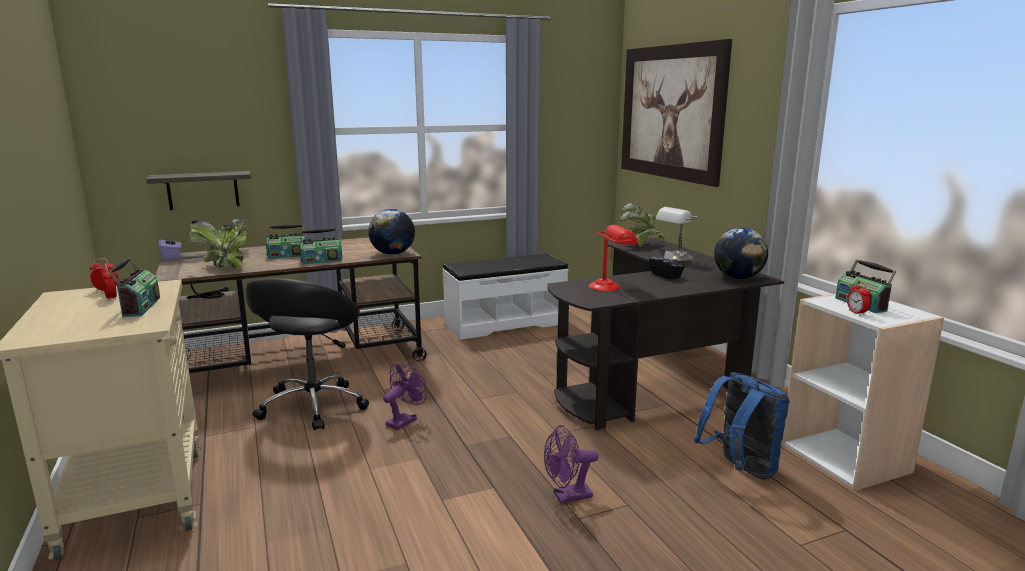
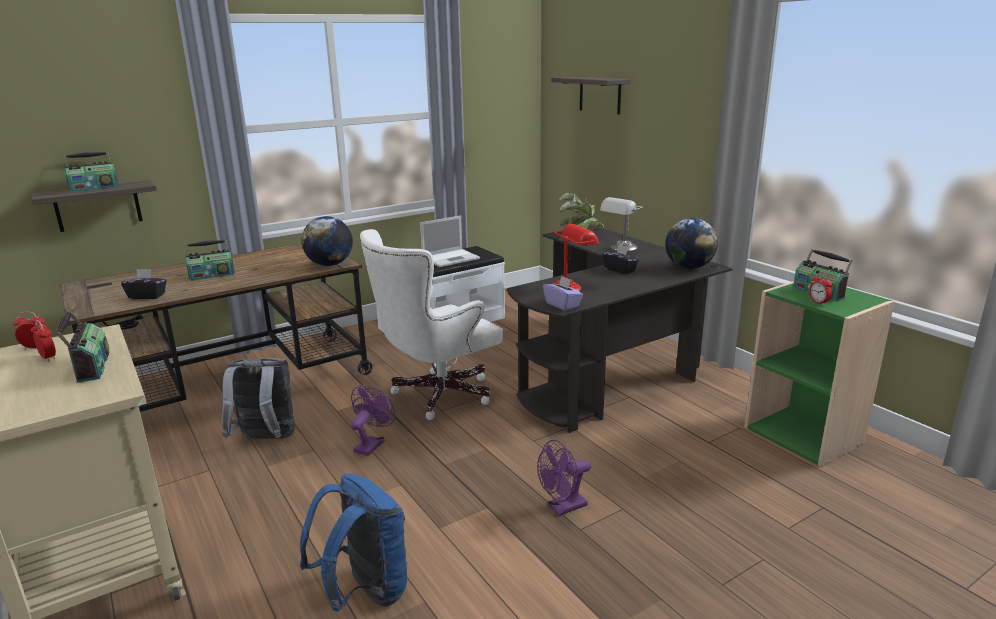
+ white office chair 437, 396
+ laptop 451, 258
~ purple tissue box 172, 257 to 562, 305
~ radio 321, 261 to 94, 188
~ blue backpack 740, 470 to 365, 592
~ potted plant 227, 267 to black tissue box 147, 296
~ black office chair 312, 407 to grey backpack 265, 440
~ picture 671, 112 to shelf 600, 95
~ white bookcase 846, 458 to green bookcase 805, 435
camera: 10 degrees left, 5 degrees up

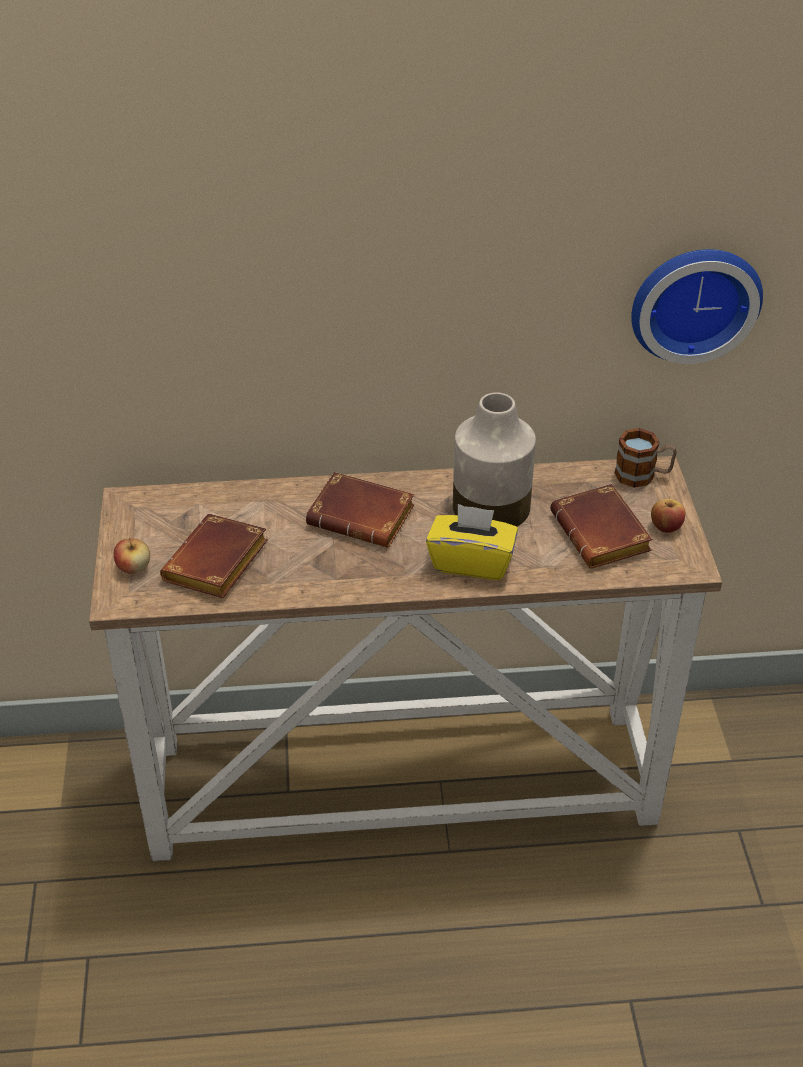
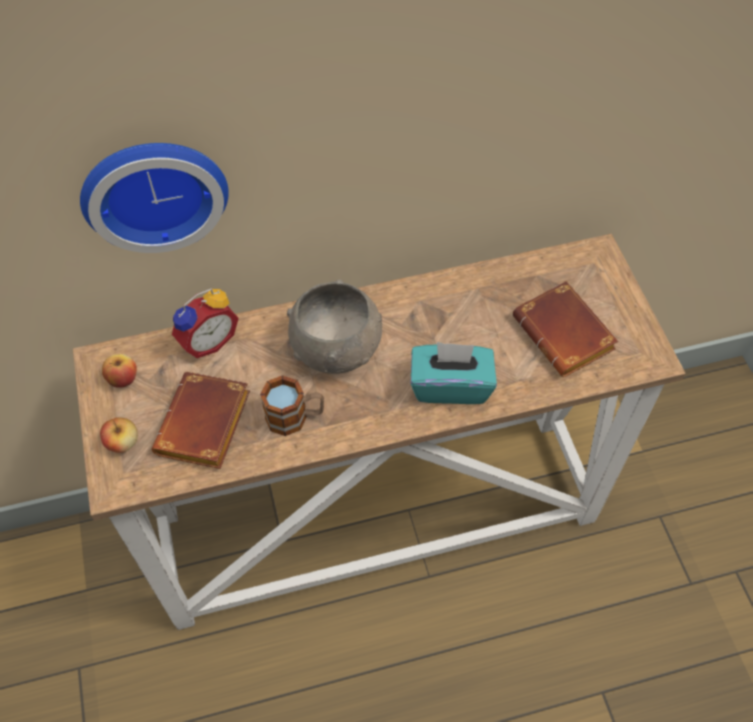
- beige vase 491, 506
+ alarm clock 207, 340
~ mug 643, 475 to 295, 417
~ wall clock 693, 300 to 154, 189
~ apple 665, 527 to 123, 379
~ brown book 364, 517 to grey bowl 337, 347
~ yellow tissue box 471, 562 to turquoise tissue box 450, 386
camera: 10 degrees left, 15 degrees up

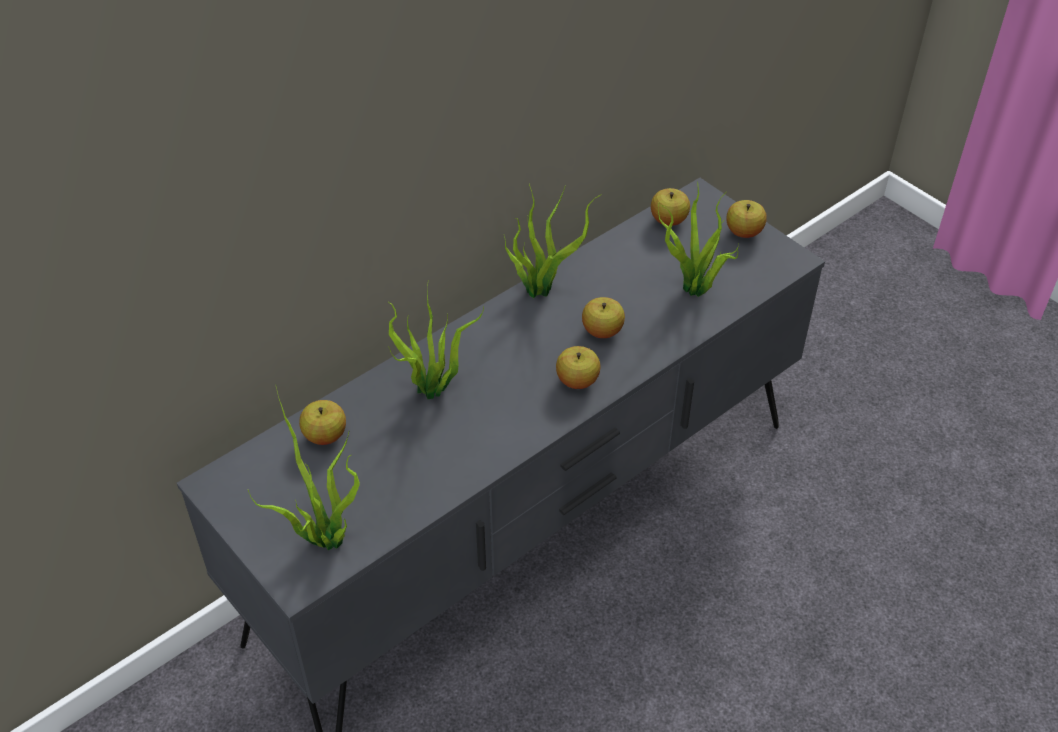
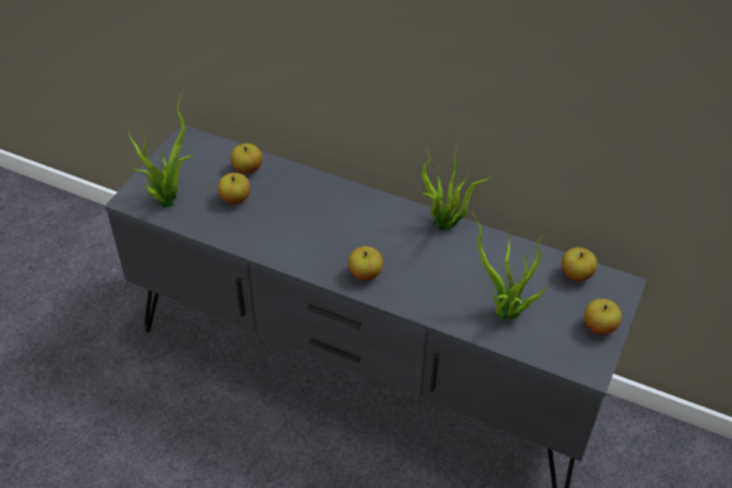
- potted plant 434, 391
~ apple 602, 331 to 235, 198
camera: 65 degrees right, 0 degrees up

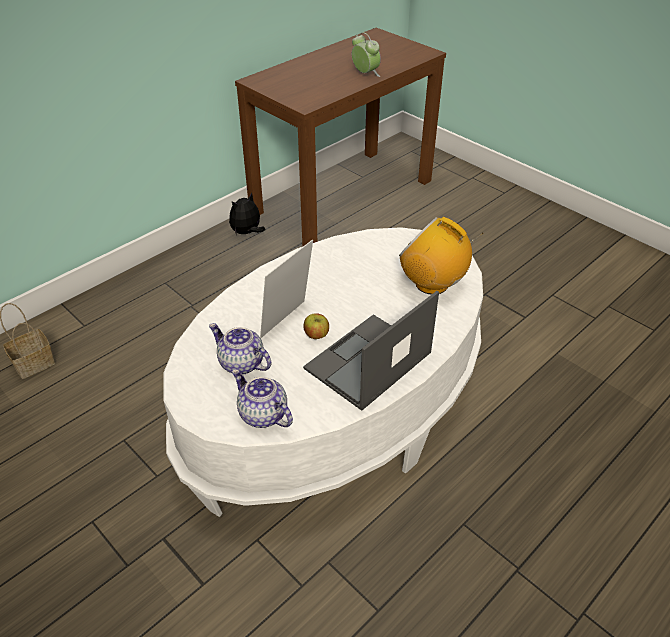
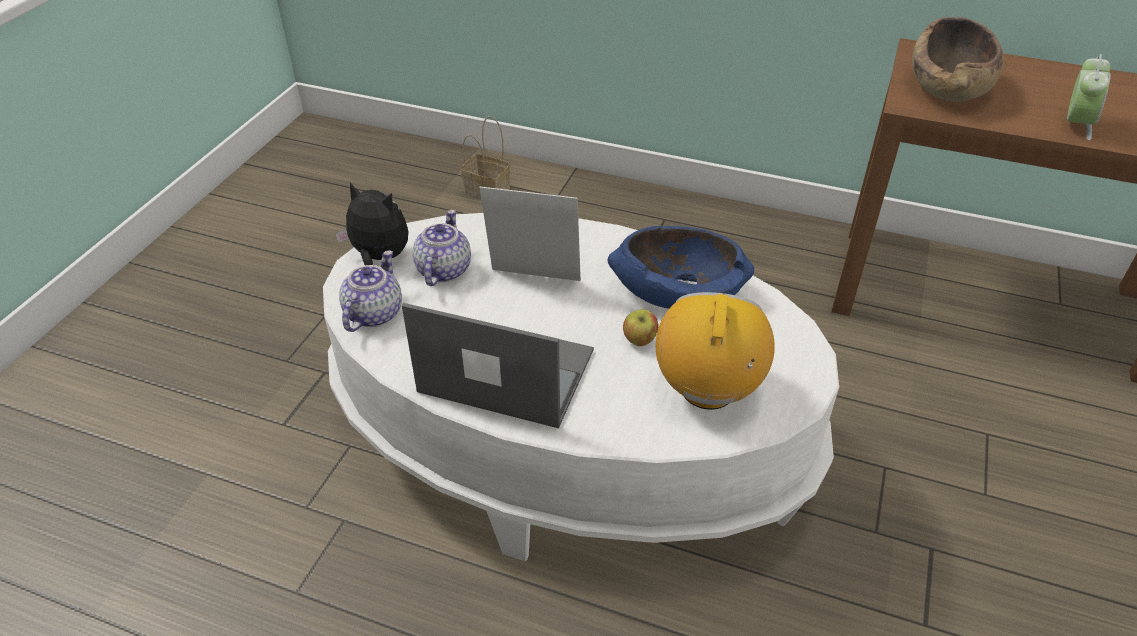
+ blue bowl 678, 291
+ brown bowl 949, 87
~ plush toy 247, 233 to 379, 257
~ apple 316, 335 to 640, 340
camera: 65 degrees right, 0 degrees up

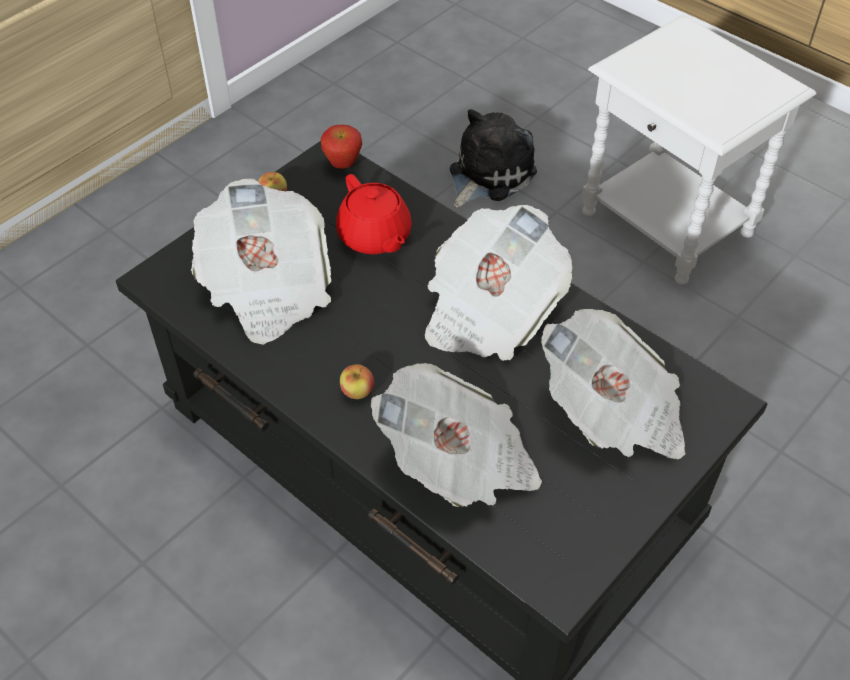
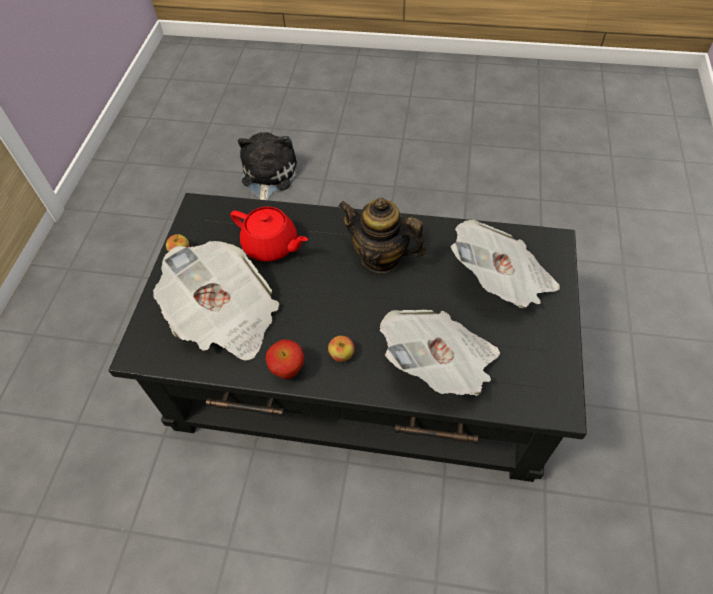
- white side table 669, 220
~ apple 343, 165 to 288, 371
~ newspaper 489, 311 to teapot 381, 257
camera: 30 degrees left, 5 degrees up

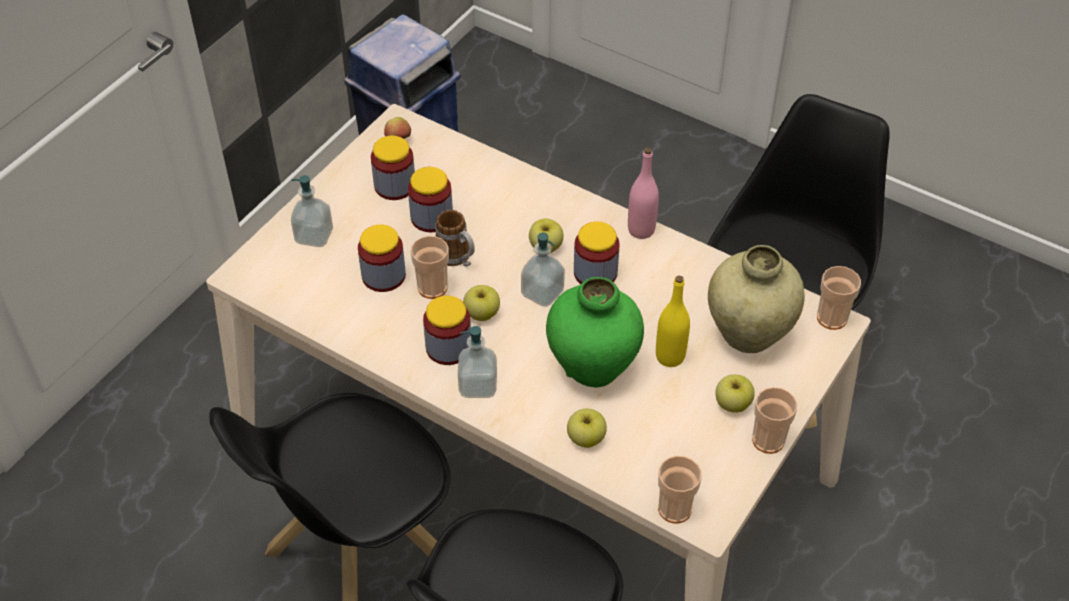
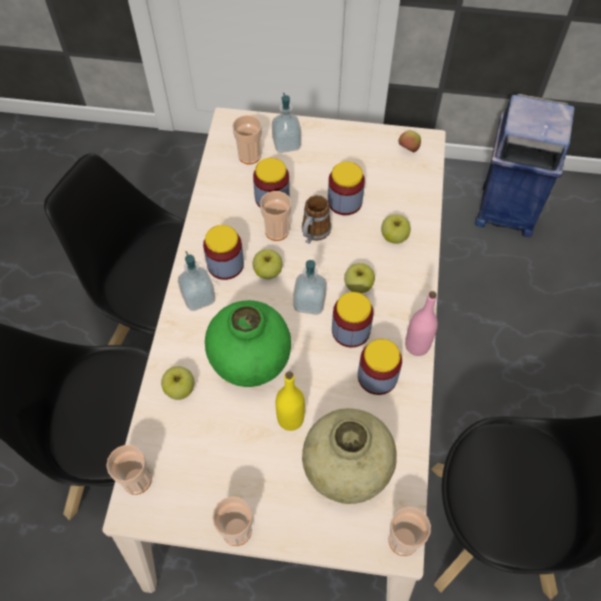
+ cup 249, 156
~ jar 395, 186 to 377, 376
~ apple 732, 404 to 394, 237
camera: 65 degrees right, 10 degrees up

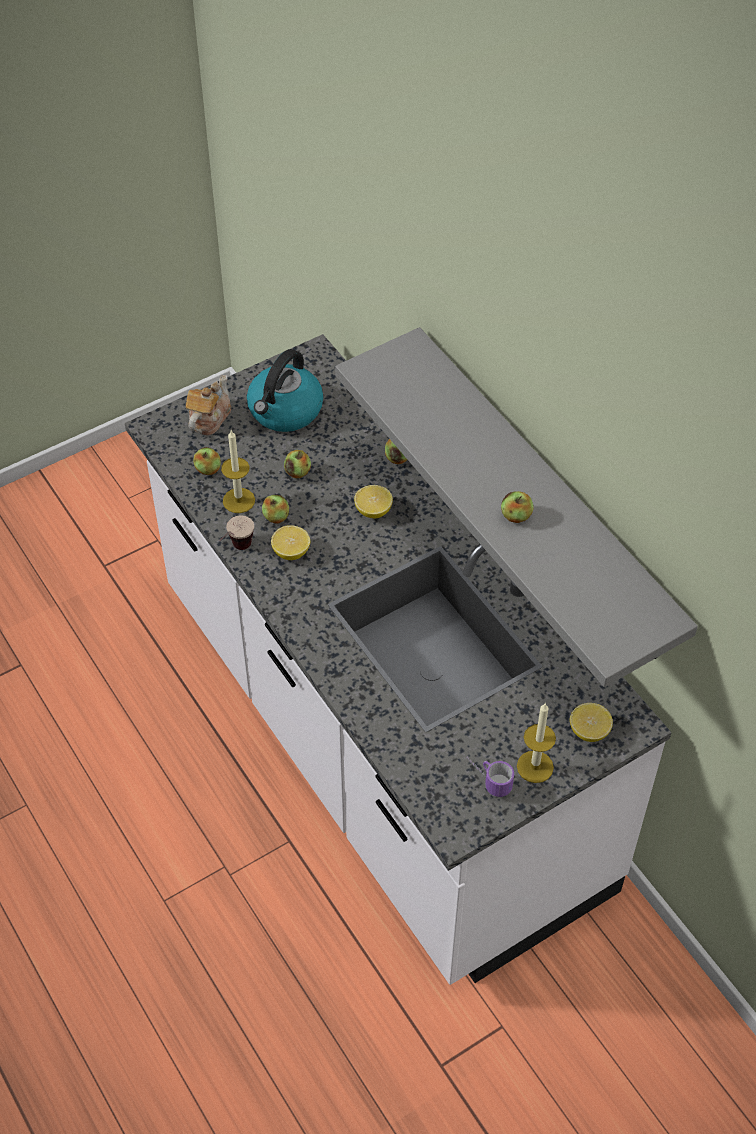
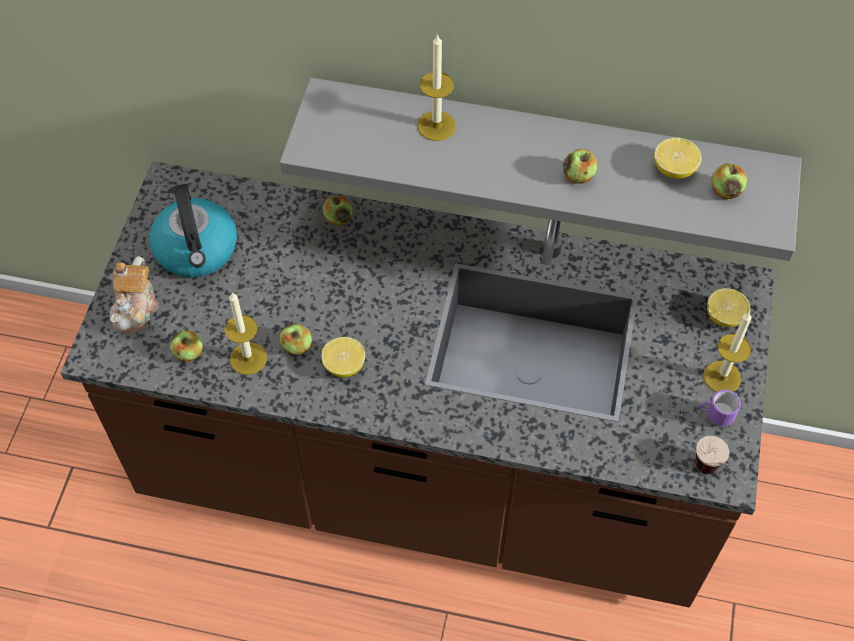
+ candle 436, 126
~ cup 236, 551 to 712, 476
~ apple 298, 472 to 725, 191
~ lemon 373, 510 to 674, 169
~ white counter 377, 740 to brown counter 427, 475
~ teapot 209, 418 = 136, 308 150 degrees counterclockwise
camera: 45 degrees left, 5 degrees up

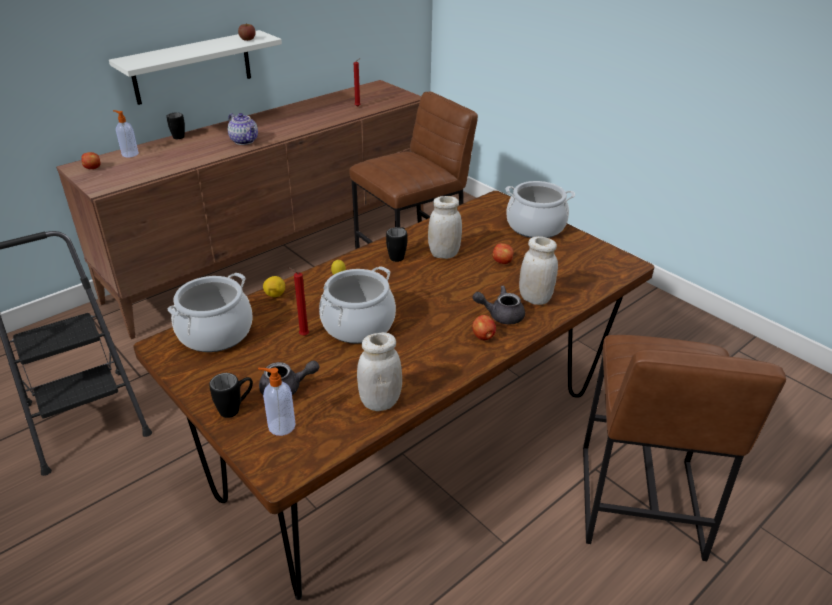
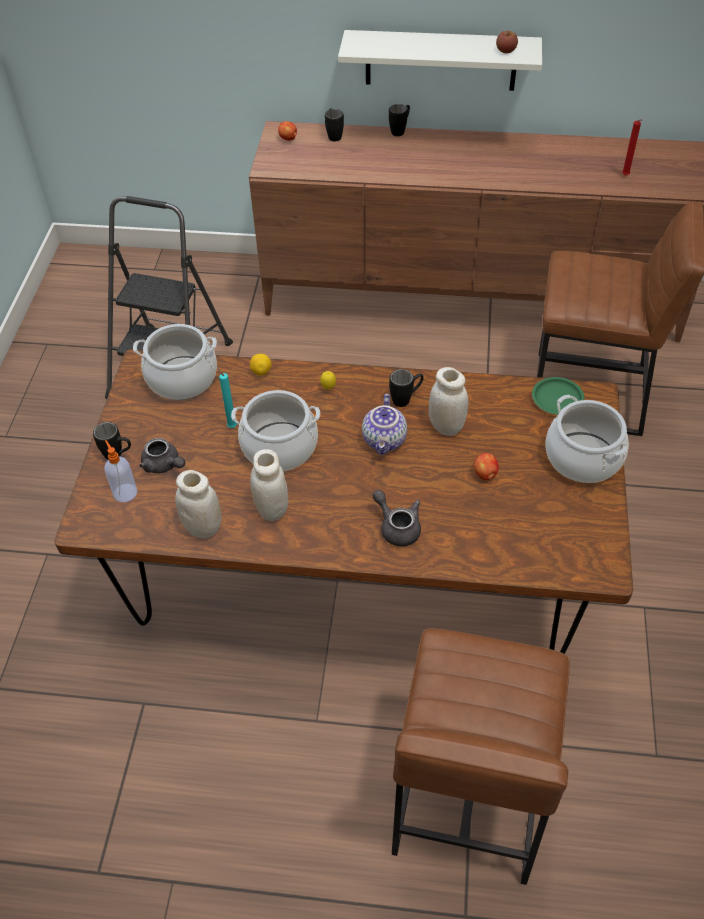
- apple 483, 337
+ green plate 557, 399
~ teapot 245, 141 to 385, 440
~ white jar 535, 298 to 272, 509
~ soap dispenser 129, 154 to black mug 333, 135
~ red candle 302, 335 to turquoise candle 231, 426
~ brown chair 640, 502 = 468, 799 45 degrees counterclockwise
camera: 50 degrees right, 15 degrees up

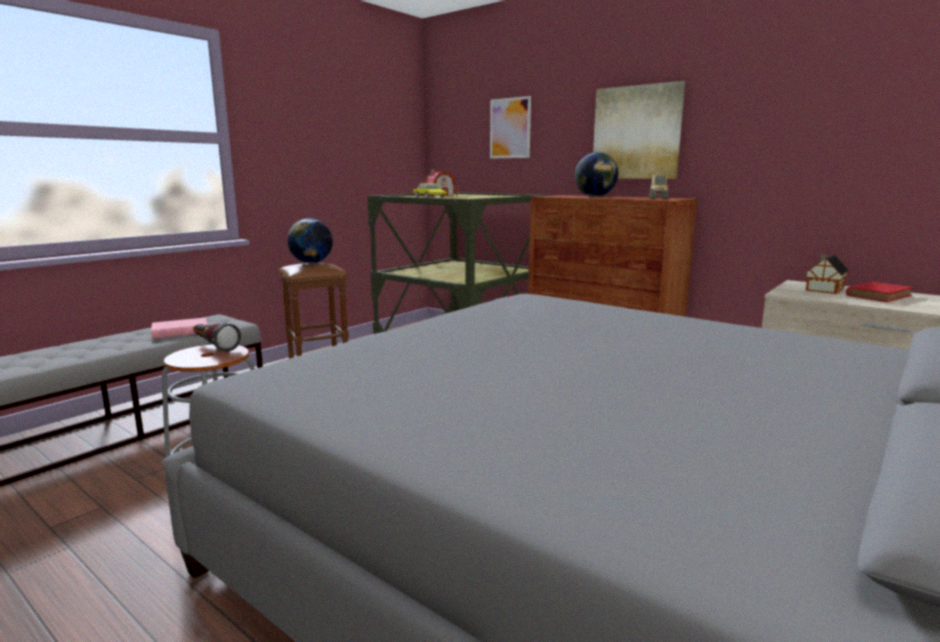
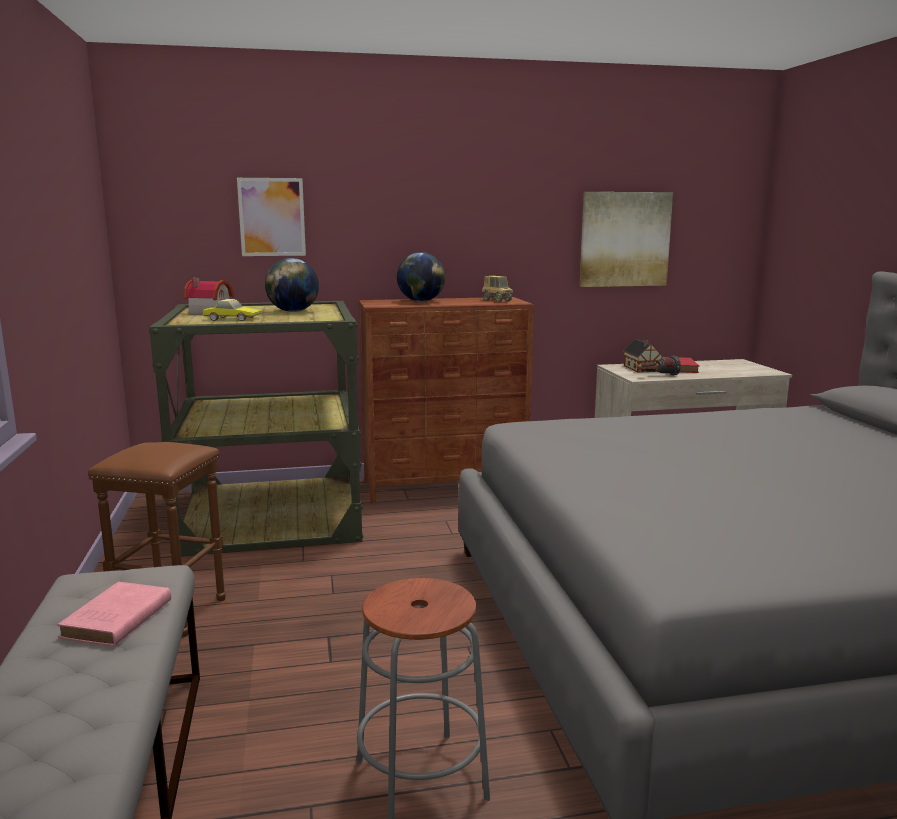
~ flashlight 214, 347 to 656, 376
~ globe 311, 263 to 293, 311
~ picture 636, 133 to 624, 239
camera: 50 degrees left, 0 degrees up

